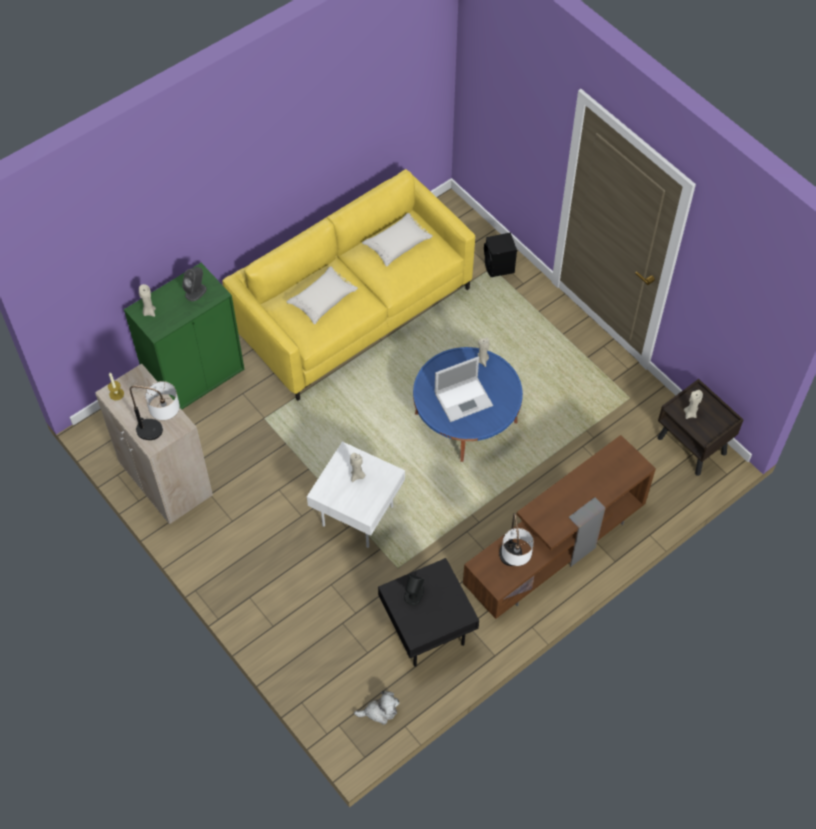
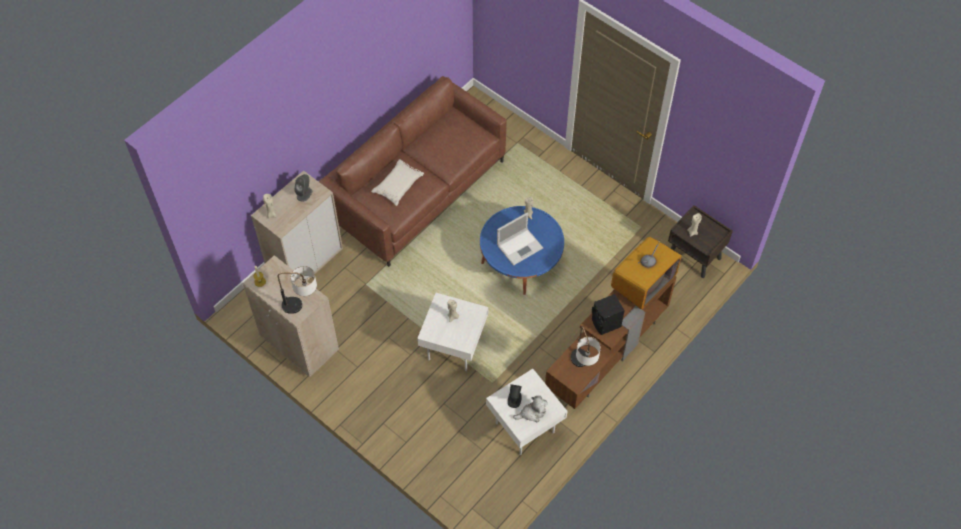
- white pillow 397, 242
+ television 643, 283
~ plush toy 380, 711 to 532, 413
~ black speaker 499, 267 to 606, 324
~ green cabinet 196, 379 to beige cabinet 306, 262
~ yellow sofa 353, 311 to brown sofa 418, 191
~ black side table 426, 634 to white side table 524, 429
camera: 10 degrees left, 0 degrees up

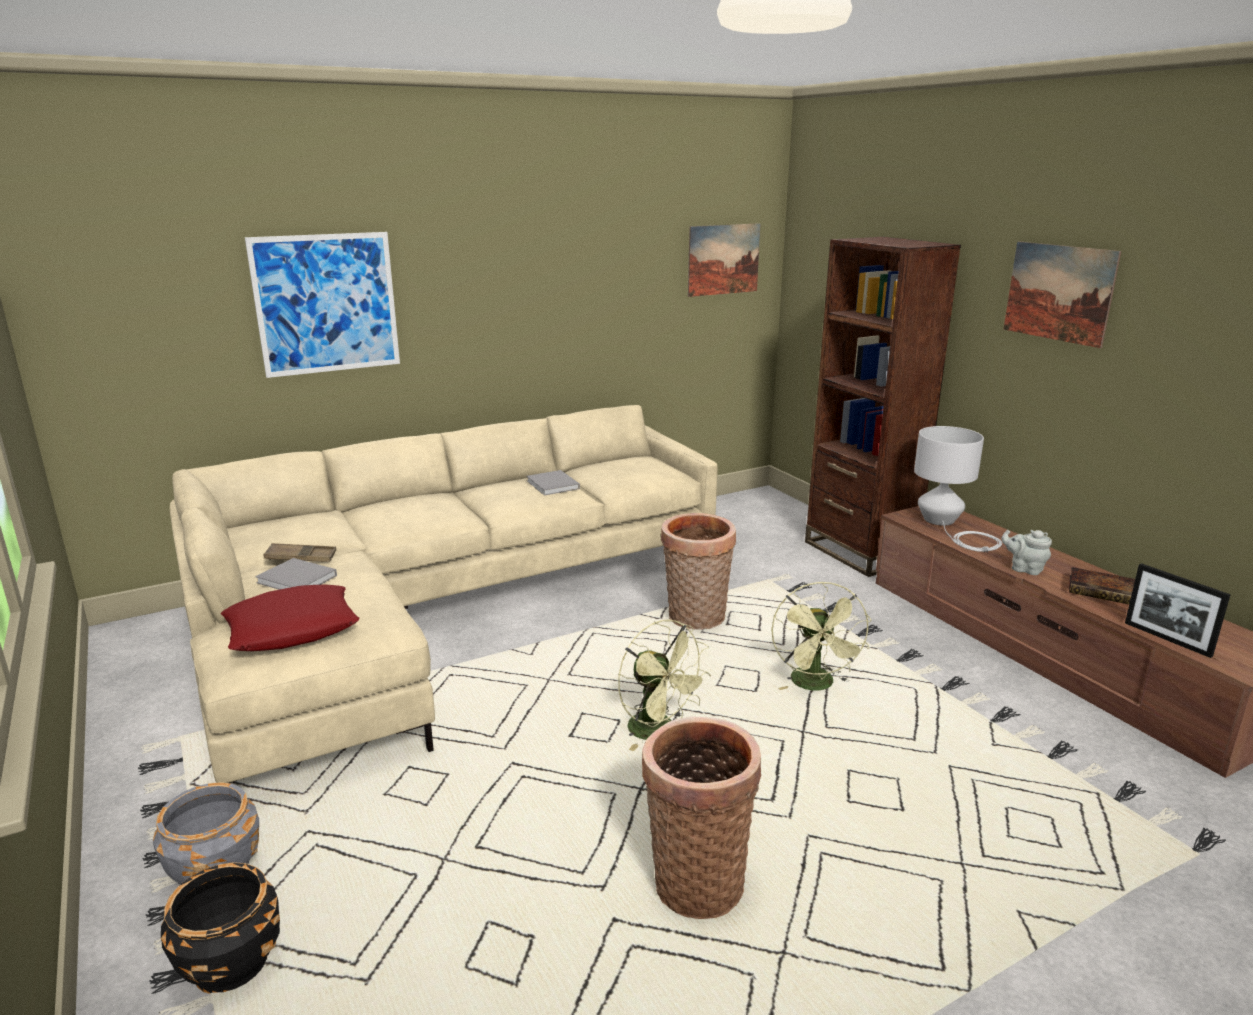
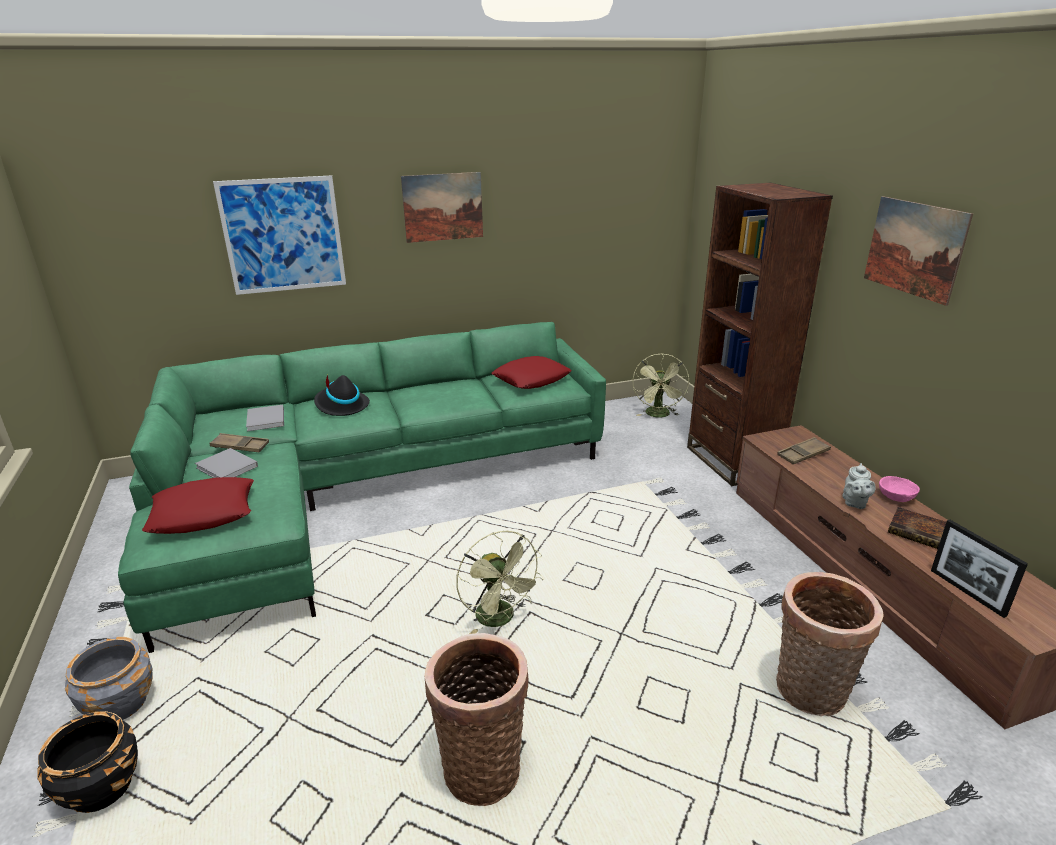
+ black hat 341, 406
+ red pillow 531, 379
+ pink bowl 896, 497
~ grey book 553, 485 to 266, 420
~ basket 695, 619 to 810, 693
~ picture 723, 259 to 443, 207
~ green fan 816, 685 to 658, 415
~ grey table lamp 953, 528 to brown tray 803, 454
~ beige sofa 437, 611 to green sofa 363, 488
~ grey teapot 1024, 569 = 854, 503 120 degrees counterclockwise
camera: 10 degrees right, 5 degrees up

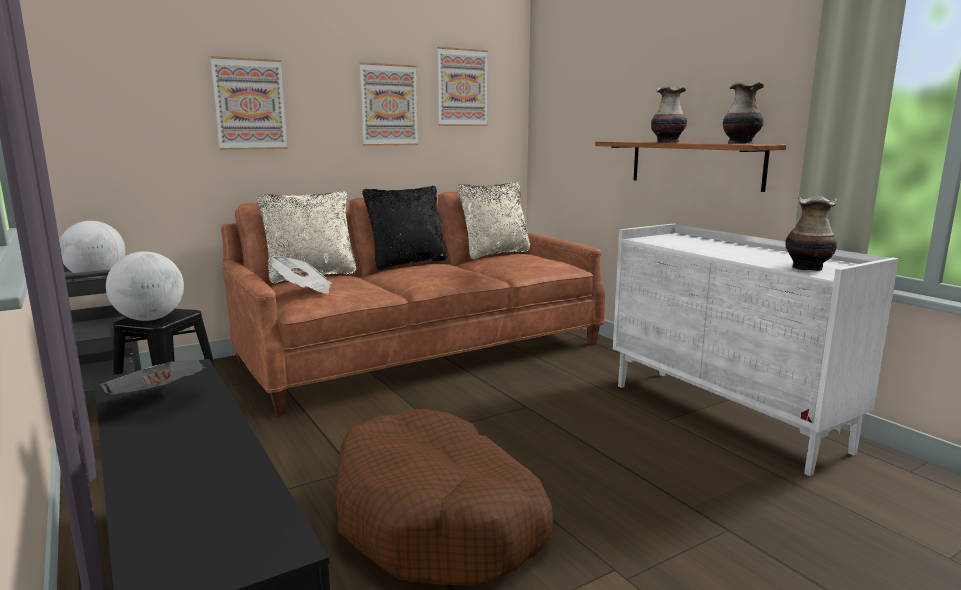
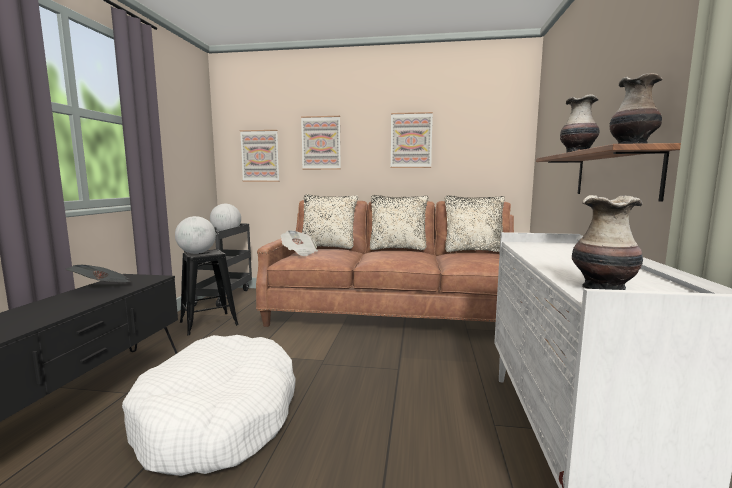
~ picture 462, 87 to 260, 156
~ brown dog bed 439, 519 to white dog bed 219, 418
~ black pillow 409, 264 to beige pillow 398, 249
camera: 40 degrees right, 5 degrees down

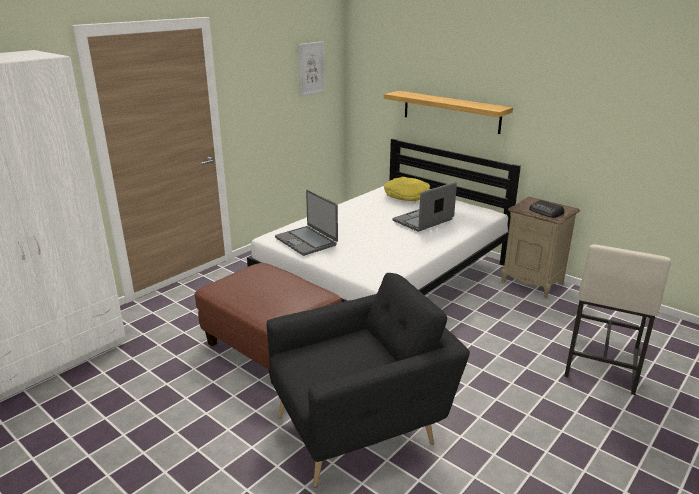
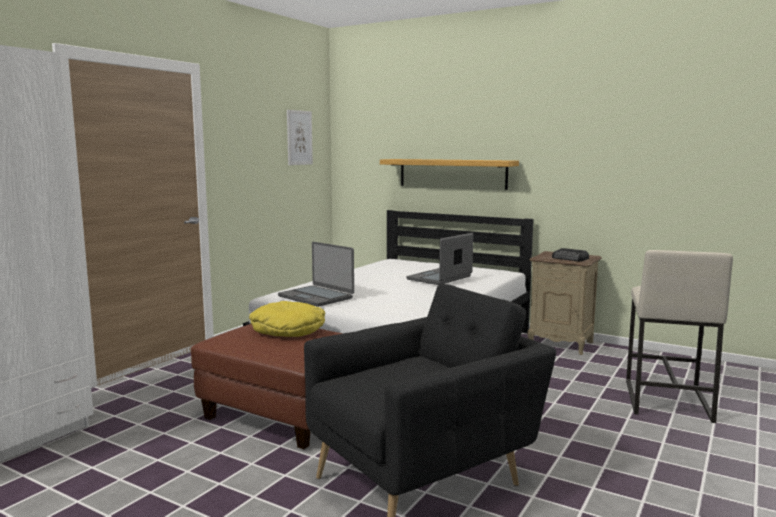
~ yellow pillow 407, 196 to 289, 330
camera: 10 degrees left, 15 degrees down

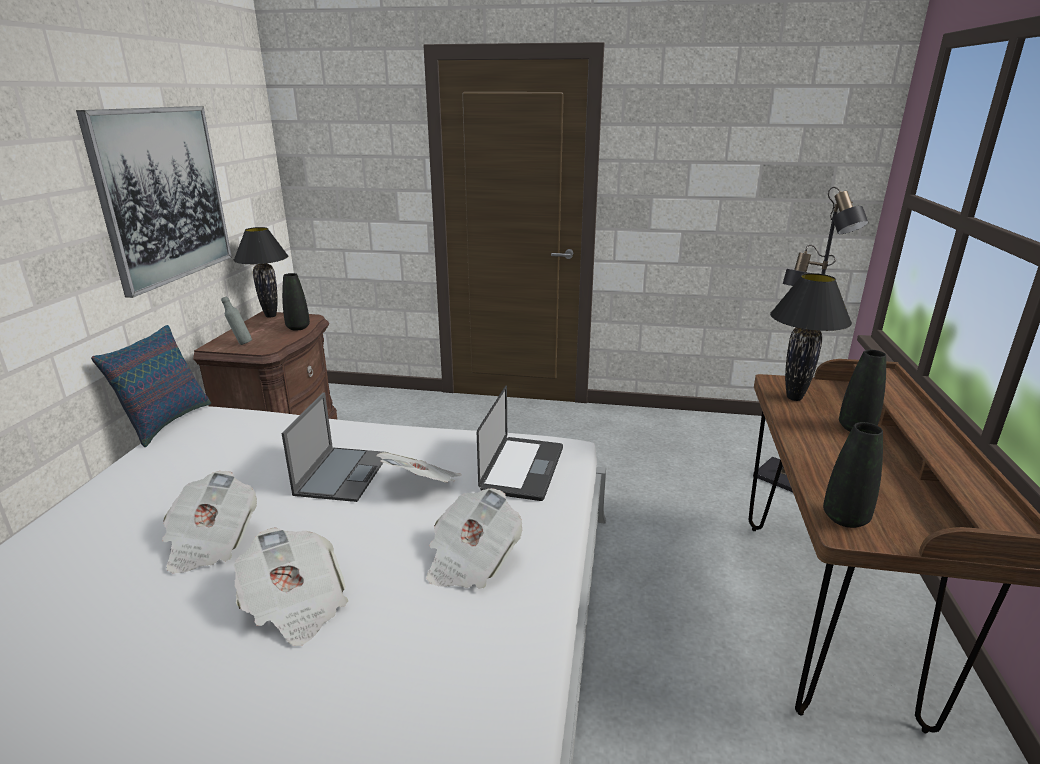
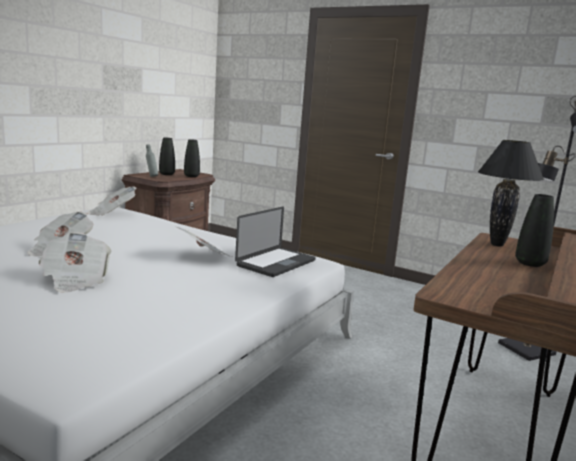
- picture 163, 195
- blue pillow 167, 423
- black table lamp 271, 316
- laptop 343, 473
~ newspaper 471, 560 to 112, 213
~ black vase 845, 518 to 167, 174
camera: 20 degrees right, 10 degrees down

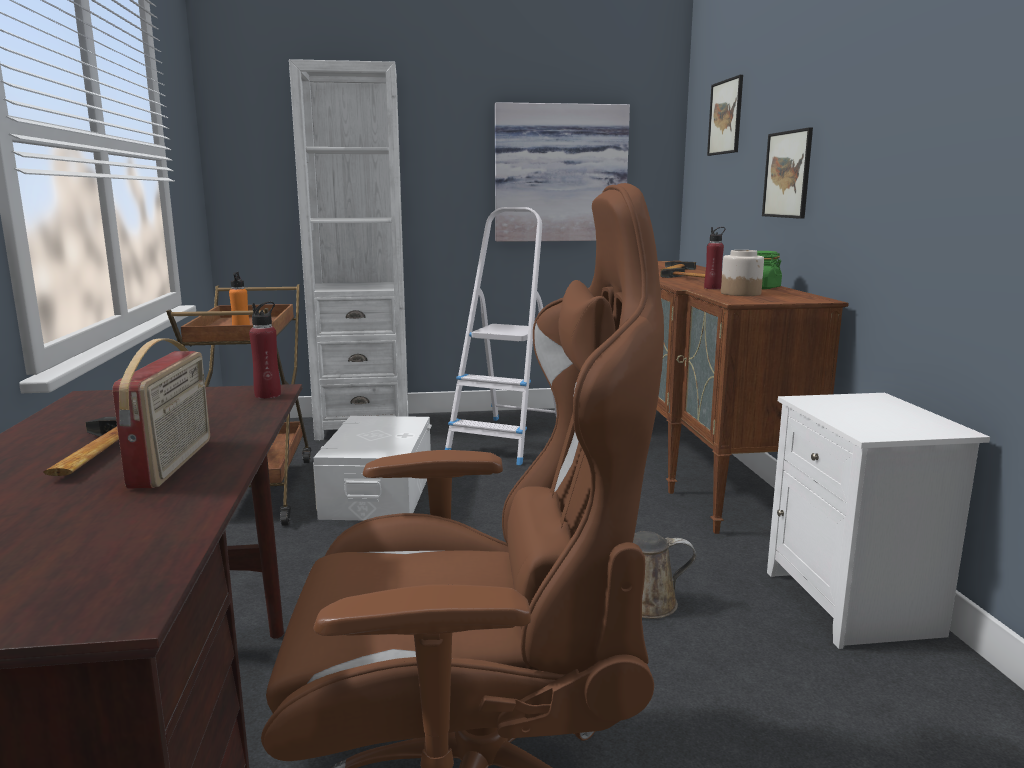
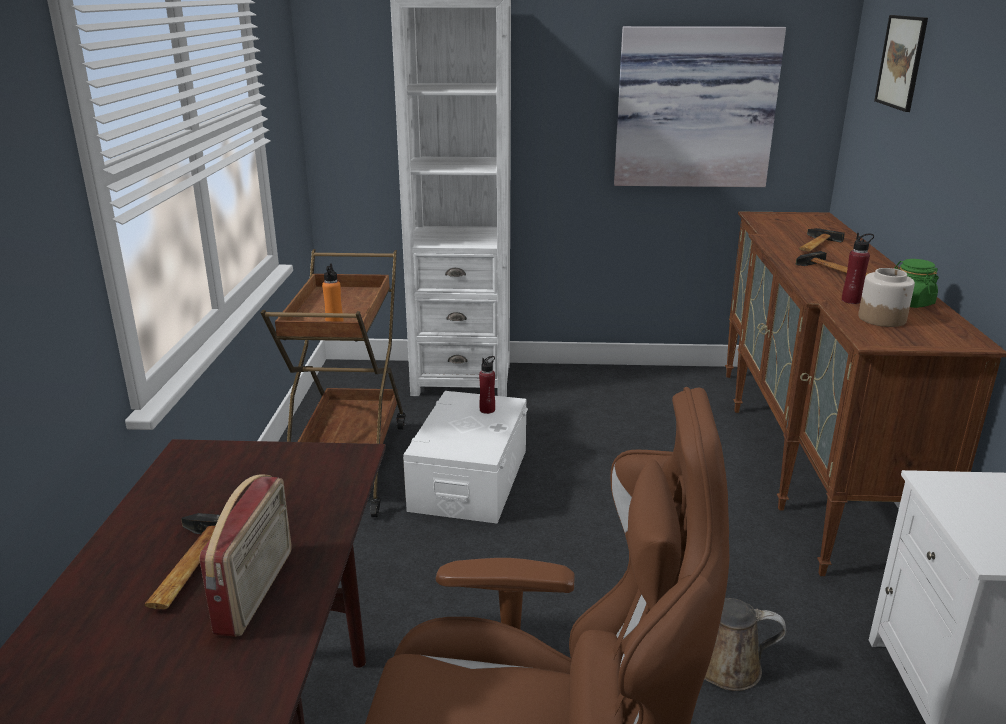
- white step ladder 506, 440
- picture 787, 174
~ red bottle 268, 395 to 487, 410
camera: 10 degrees right, 10 degrees up

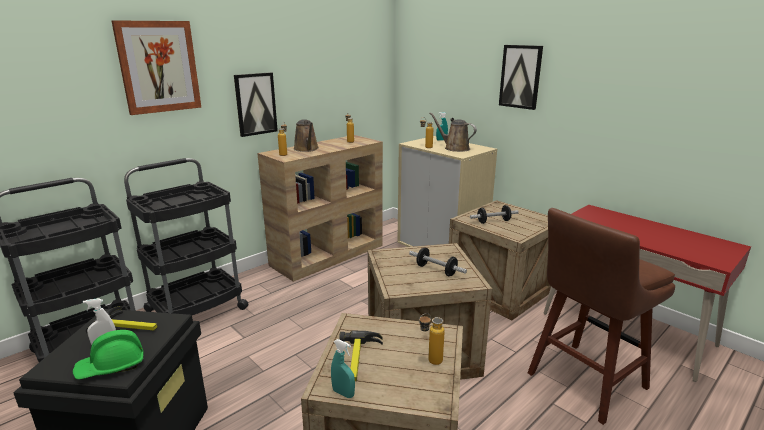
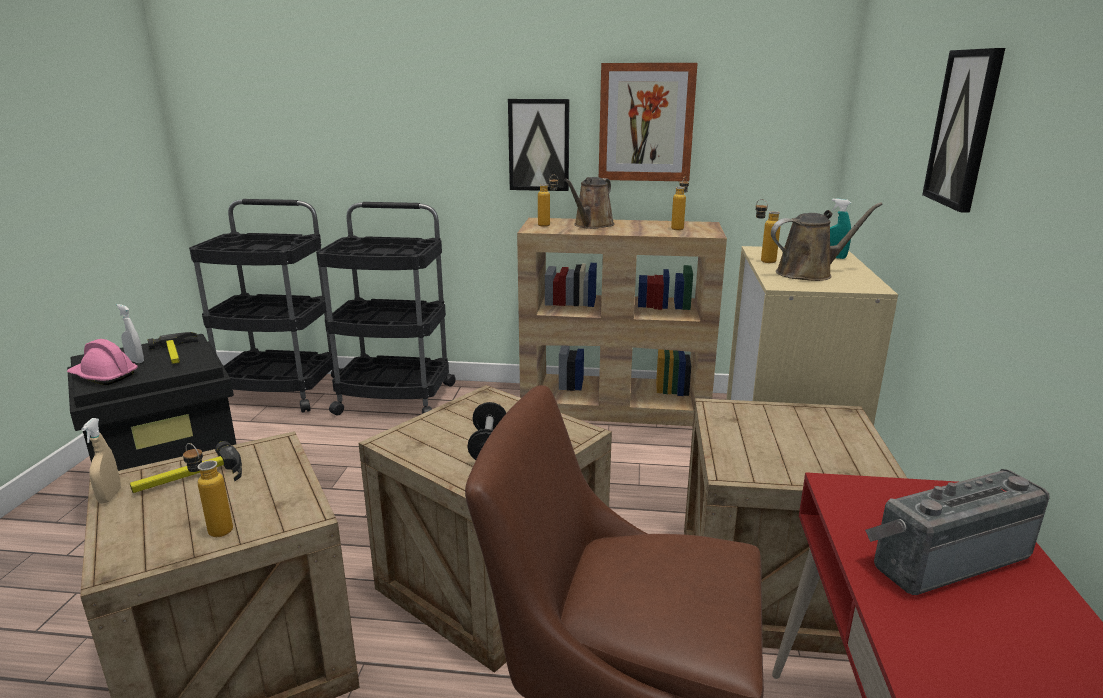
- dumbbell 493, 221
+ radio 944, 557
~ picture 159, 67 to 646, 123
~ green hard hat 111, 366 to pink hard hat 103, 376
~ turquoise spray bottle 343, 393 to beige spray bottle 110, 496
~ brown watering can 454, 148 = 809, 273 75 degrees clockwise
camera: 50 degrees right, 0 degrees up

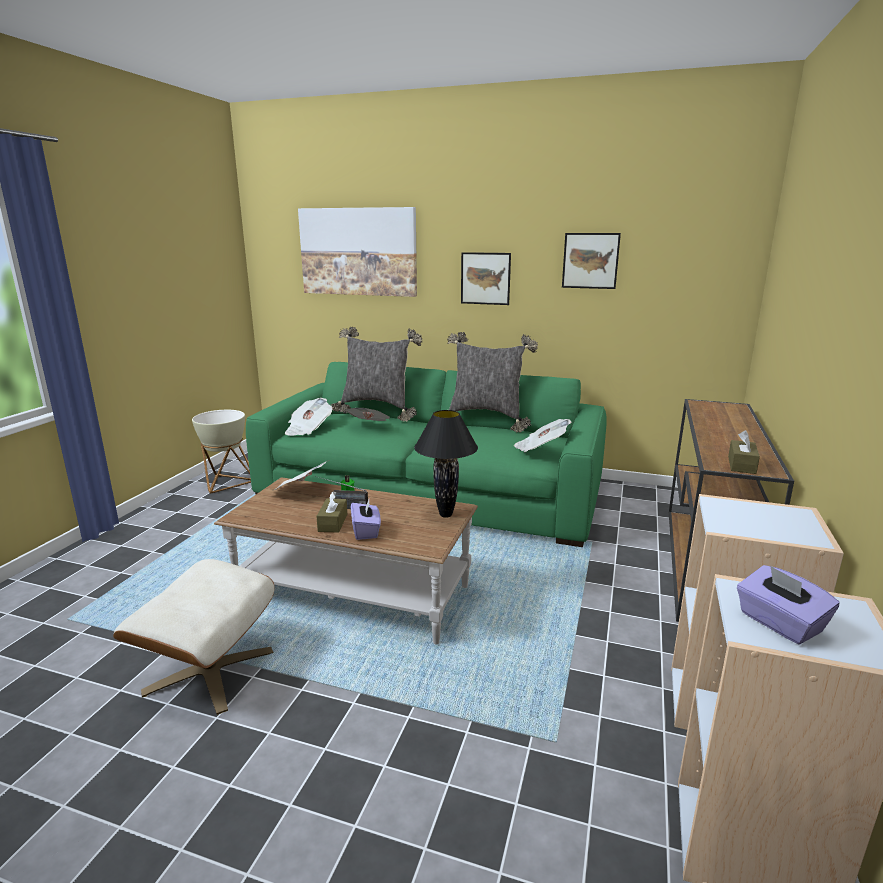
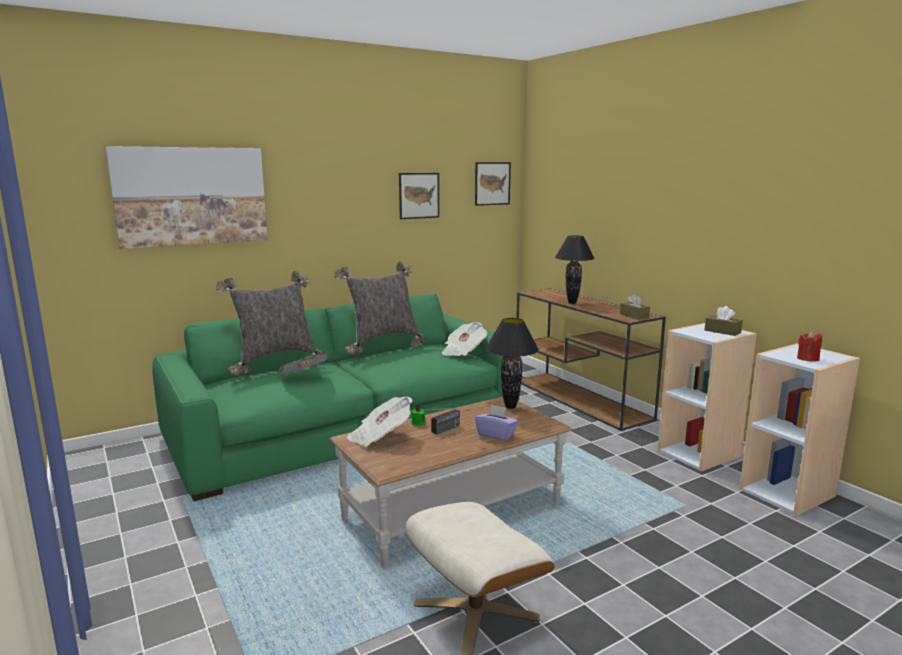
- planter 228, 482
- newspaper 308, 429
+ black table lamp 572, 302
~ brown tissue box 333, 522 to 722, 331
~ picture 485, 278 to 492, 183
~ purple tissue box 779, 623 to red candle 807, 359
camera: 50 degrees left, 5 degrees down

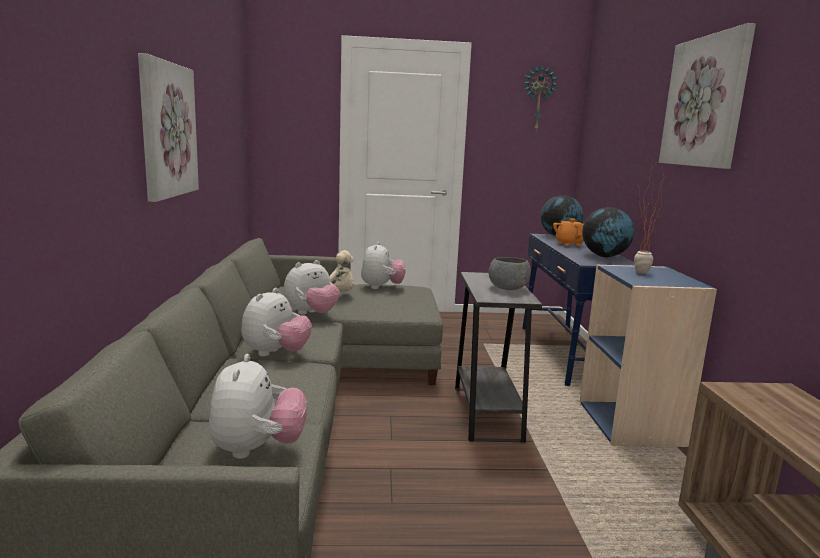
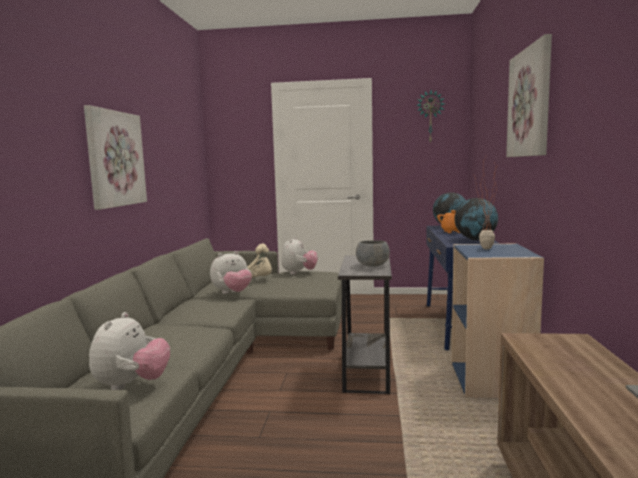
- plush toy 276, 354
camera: 10 degrees right, 5 degrees down

